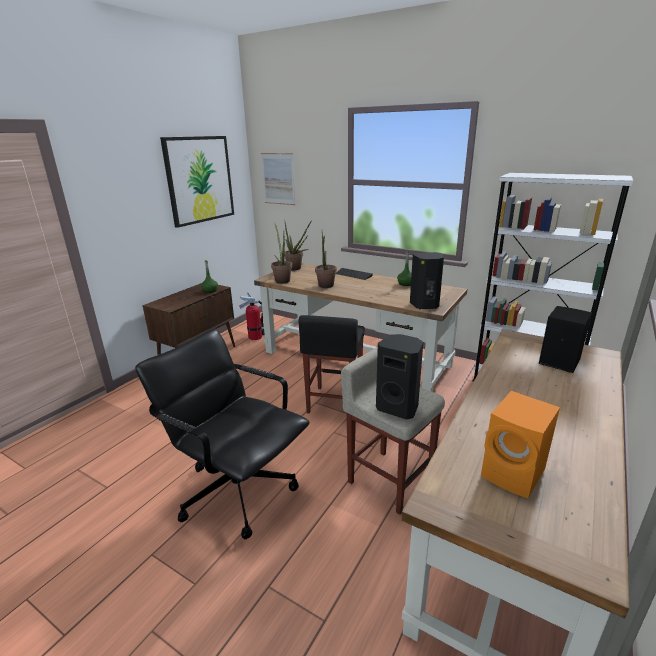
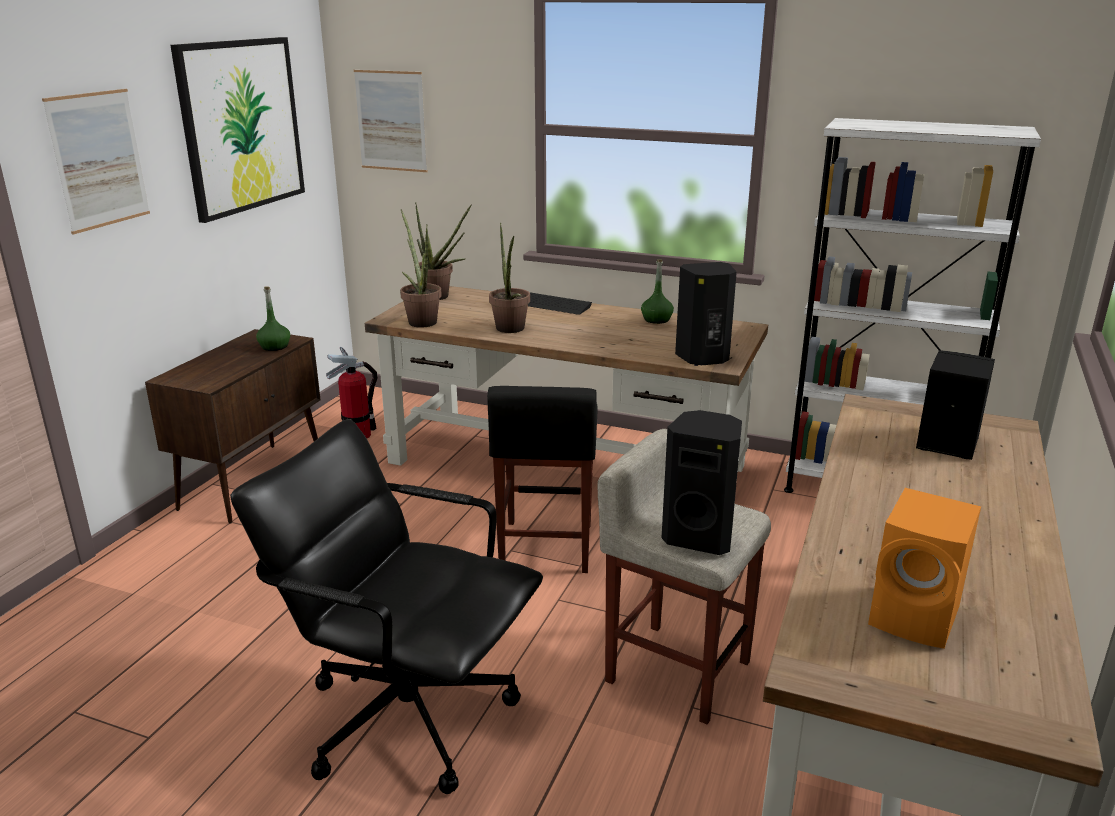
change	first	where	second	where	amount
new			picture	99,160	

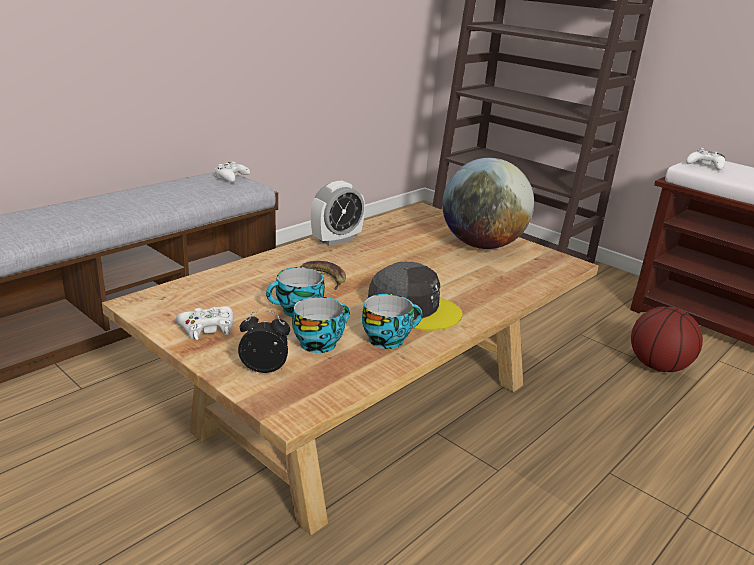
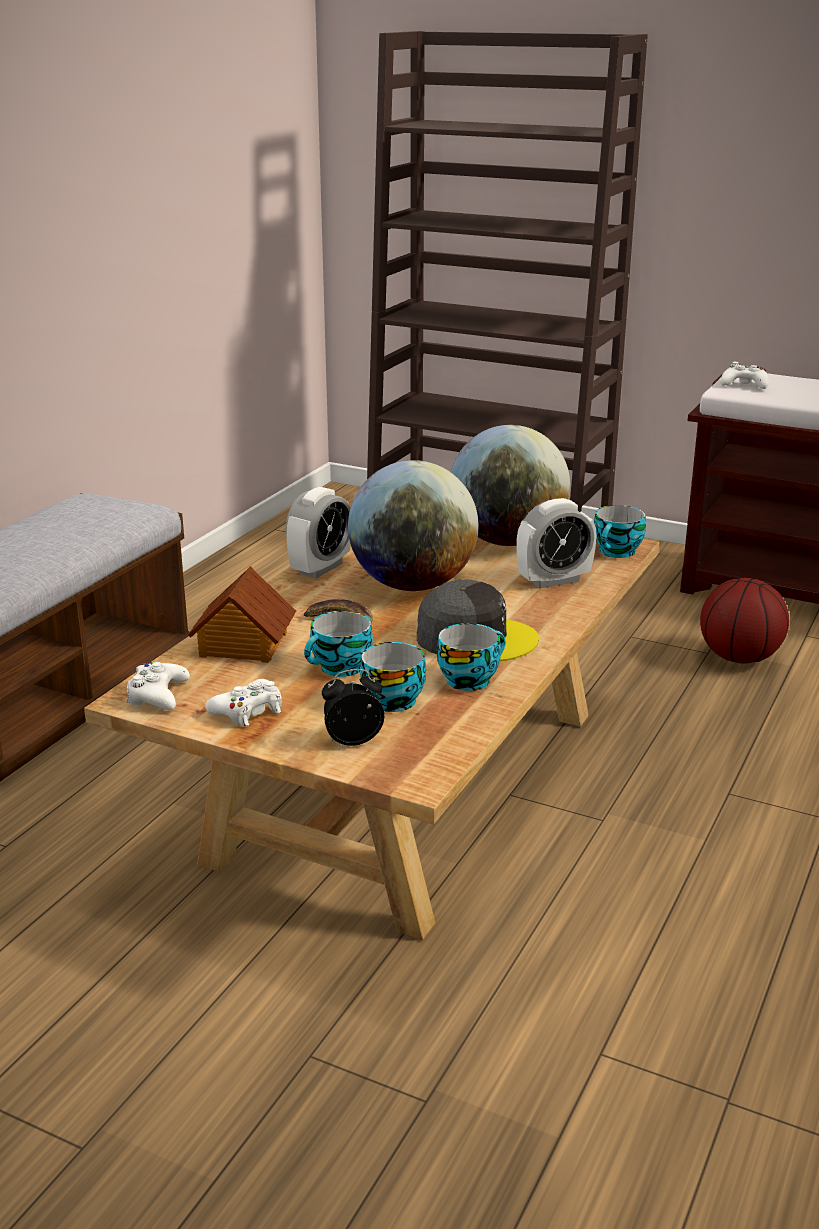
change	first	where	second	where	amount
shifted	white game controller	231,177		157,695	
new			toy house	243,645	
new			globe	413,584	
new			alarm clock	554,580	
new			cup	617,552	

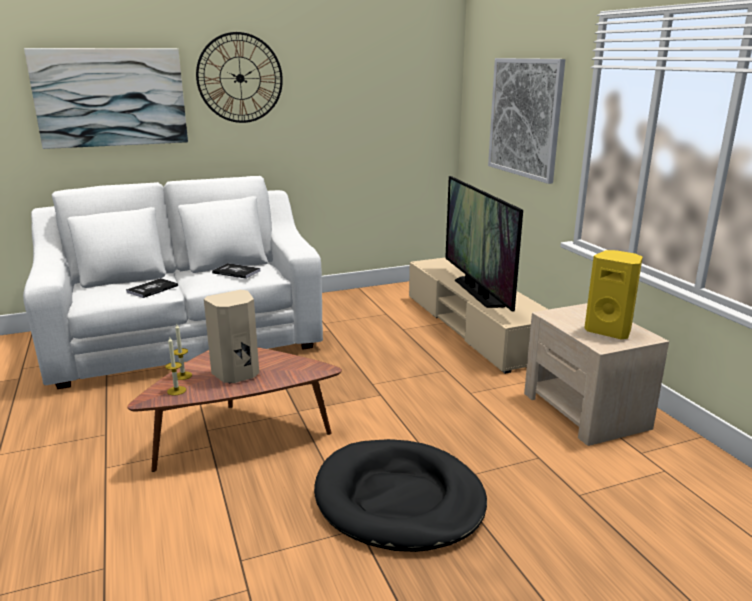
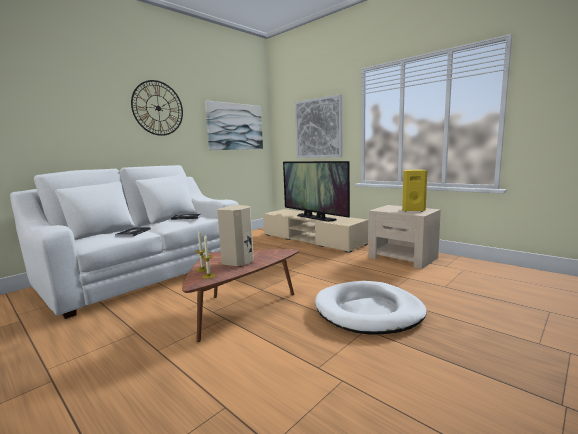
change	first	where	second	where	amount
shifted	picture	111,97		235,126	
repainted	black dog bed	399,499	white dog bed	368,311	

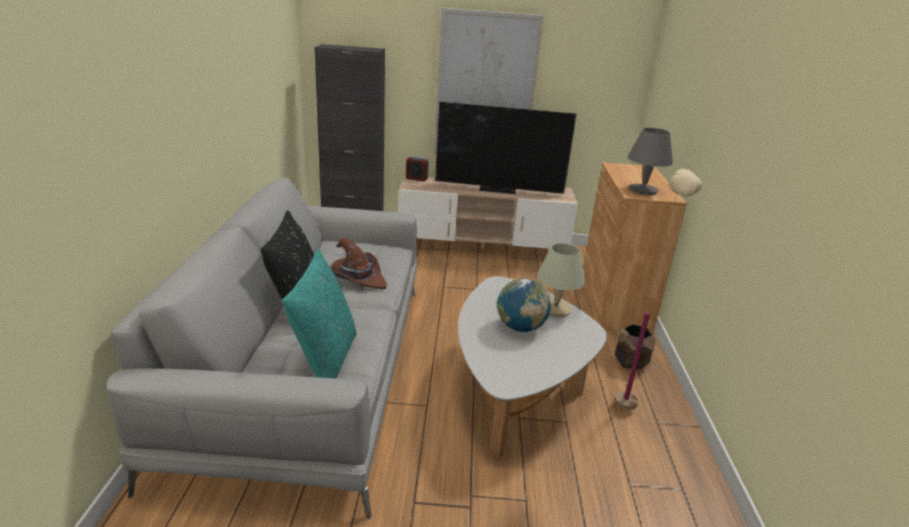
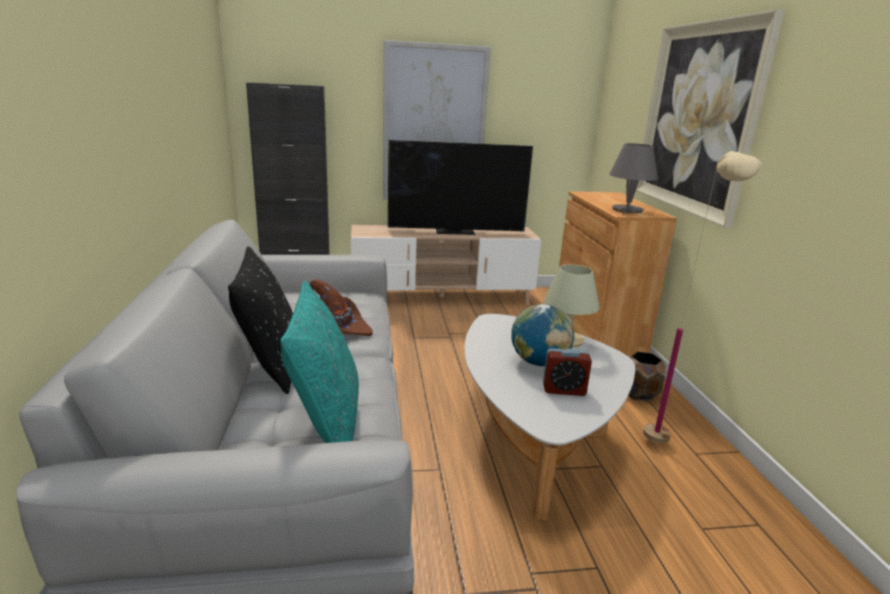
change	first	where	second	where	amount
shifted	alarm clock	416,179		564,390	
new			picture	698,119	

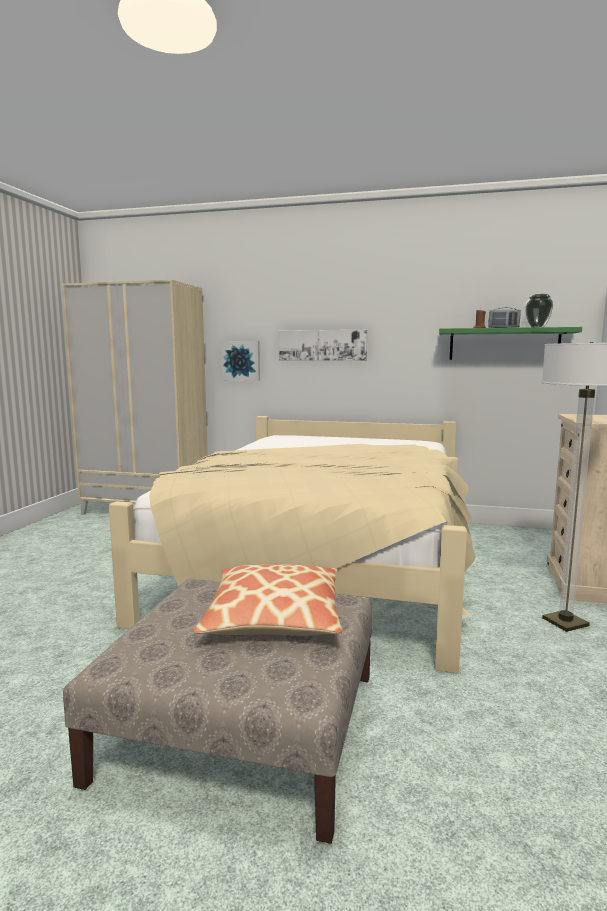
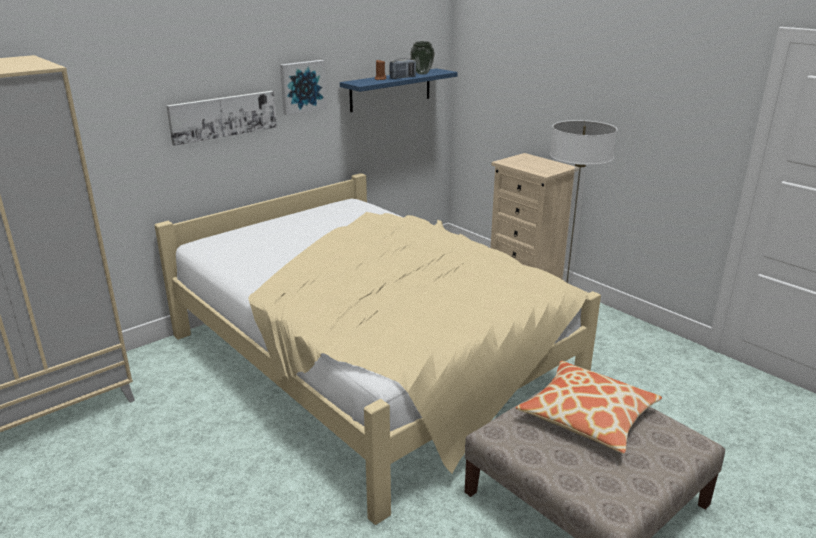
change	first	where	second	where	amount
shifted	picture	241,361		302,86	
repainted	green shelf	504,344	blue shelf	390,90	

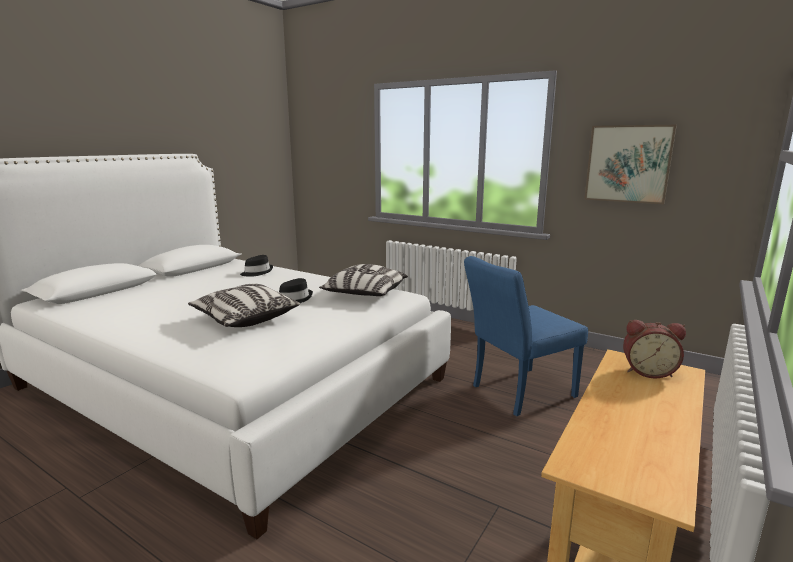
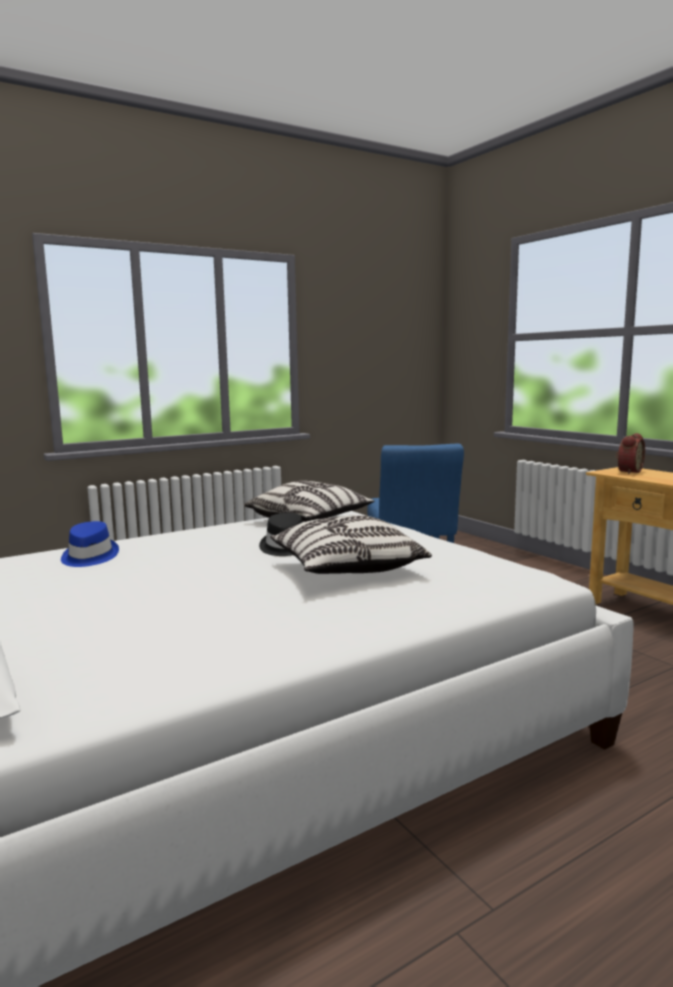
change	first	where	second	where	amount
repainted	black hat	257,272	blue hat	89,557	
gone	picture	628,164			

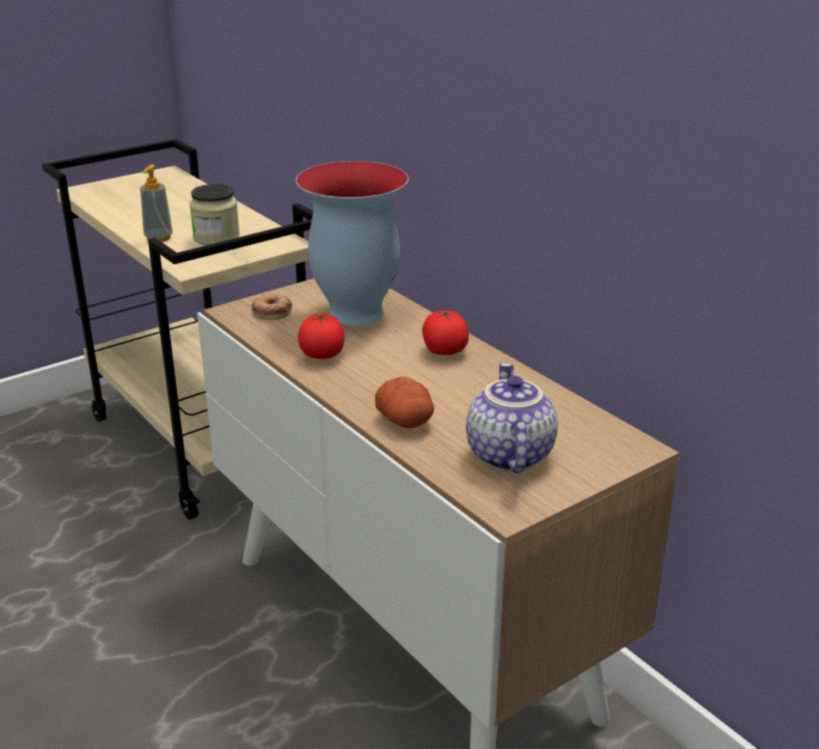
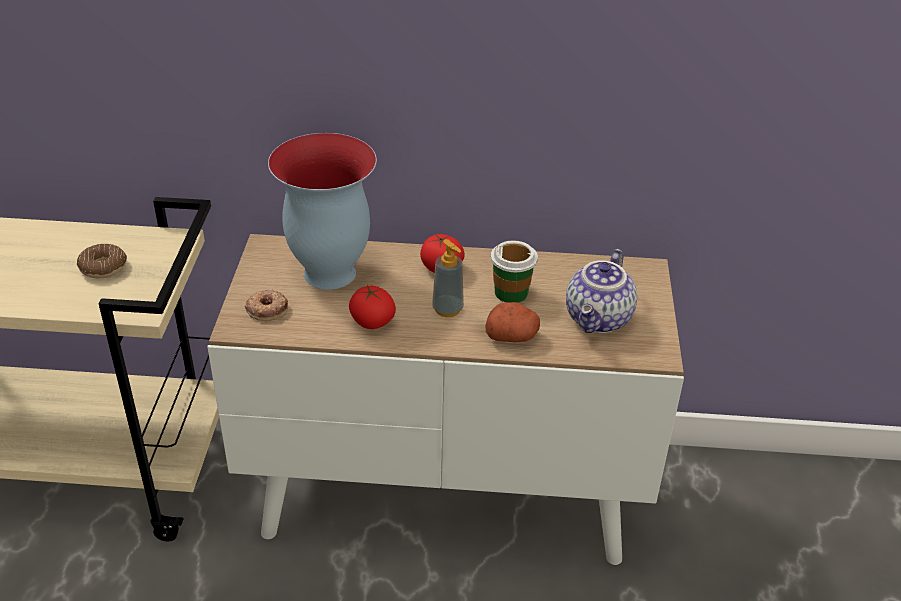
change	first	where	second	where	amount
swapped	jar	216,237	donut	103,267	
shifted	soap dispenser	158,238		448,309	
new			cup	511,292	
rotated	teapot	507,454		599,319	105 degrees counterclockwise

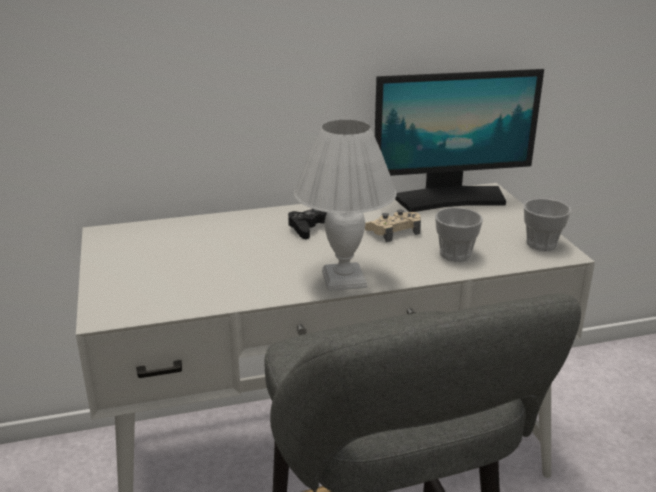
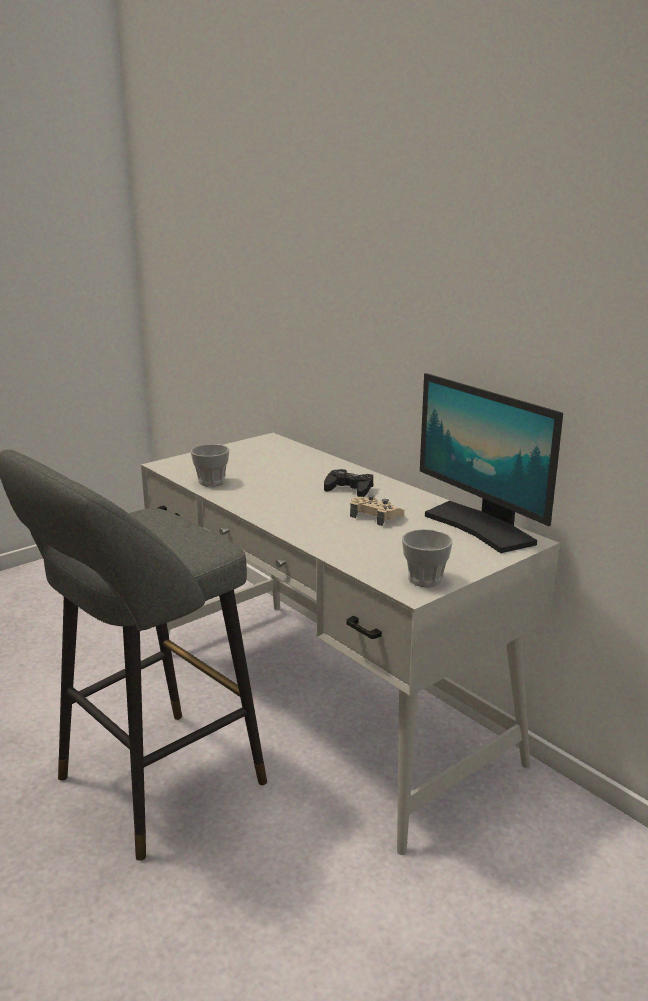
change	first	where	second	where	amount
shifted	cup	455,254		211,482	
gone	white table lamp	343,279			

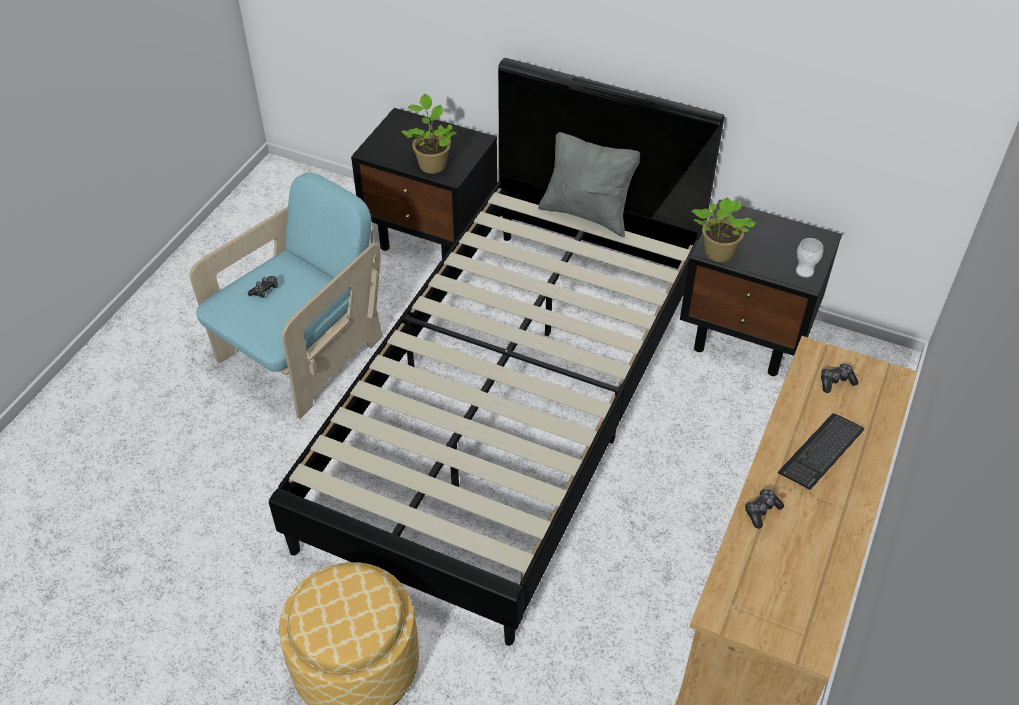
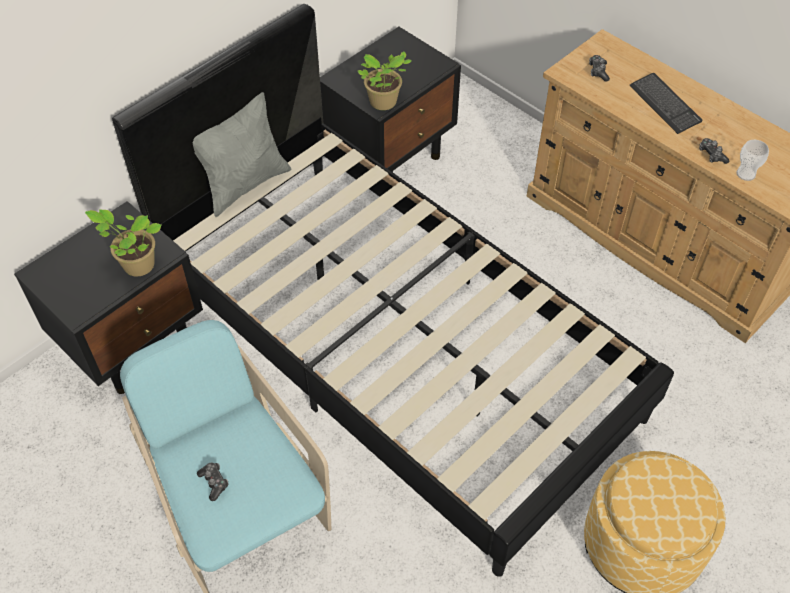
change	first	where	second	where	amount
shifted	cup	804,271		745,174	

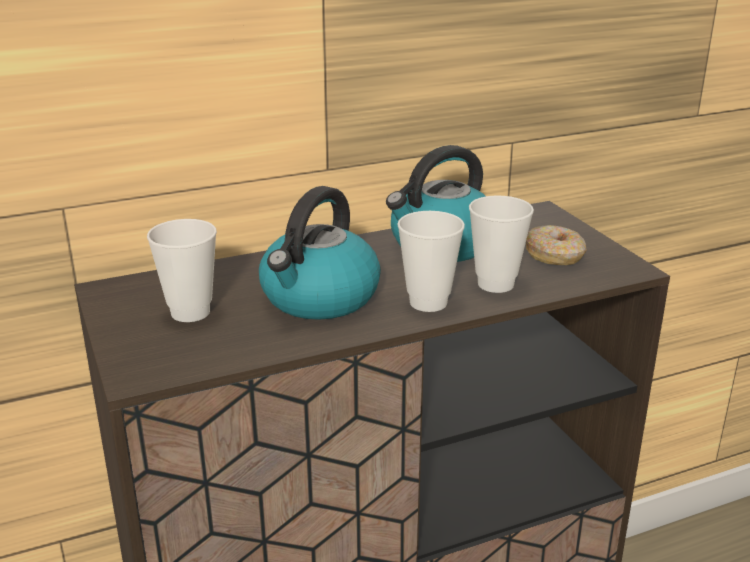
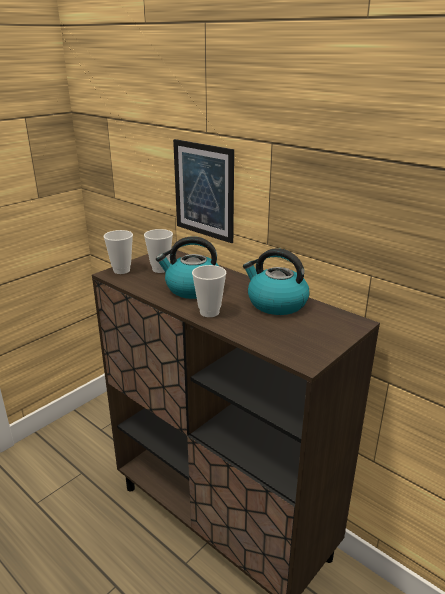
change	first	where	second	where	amount
shifted	cup	495,284		121,270	
new			picture	204,190	
gone	donut	555,255			

